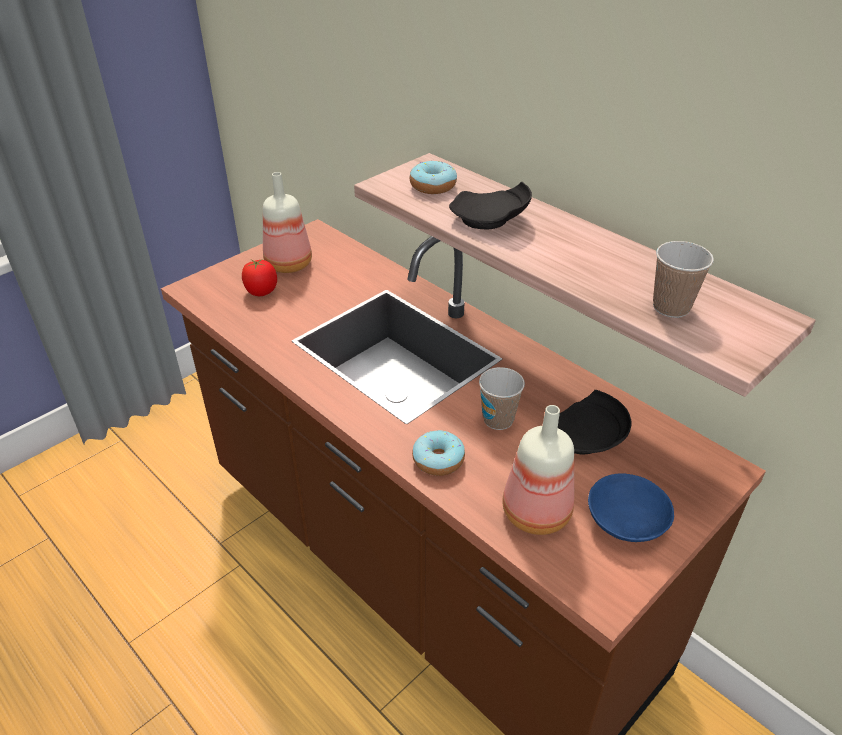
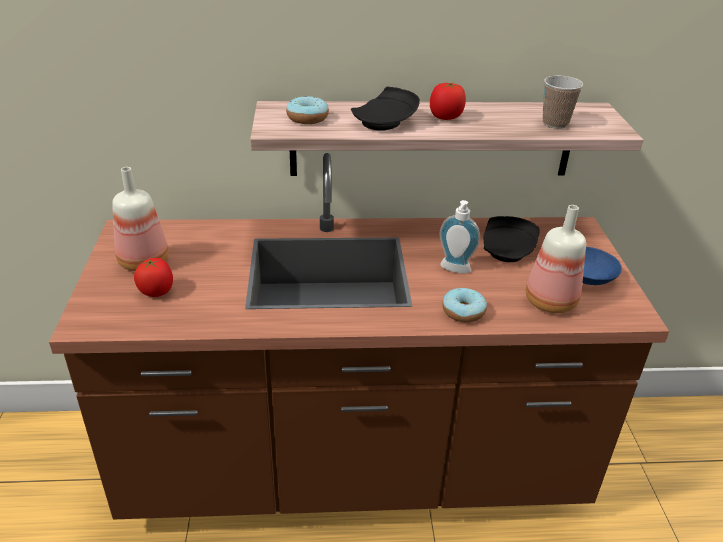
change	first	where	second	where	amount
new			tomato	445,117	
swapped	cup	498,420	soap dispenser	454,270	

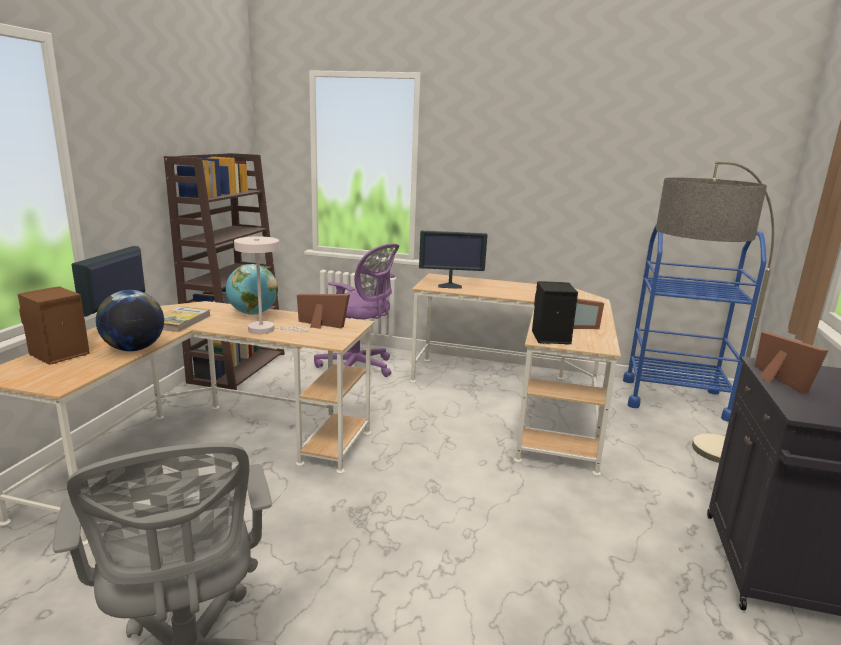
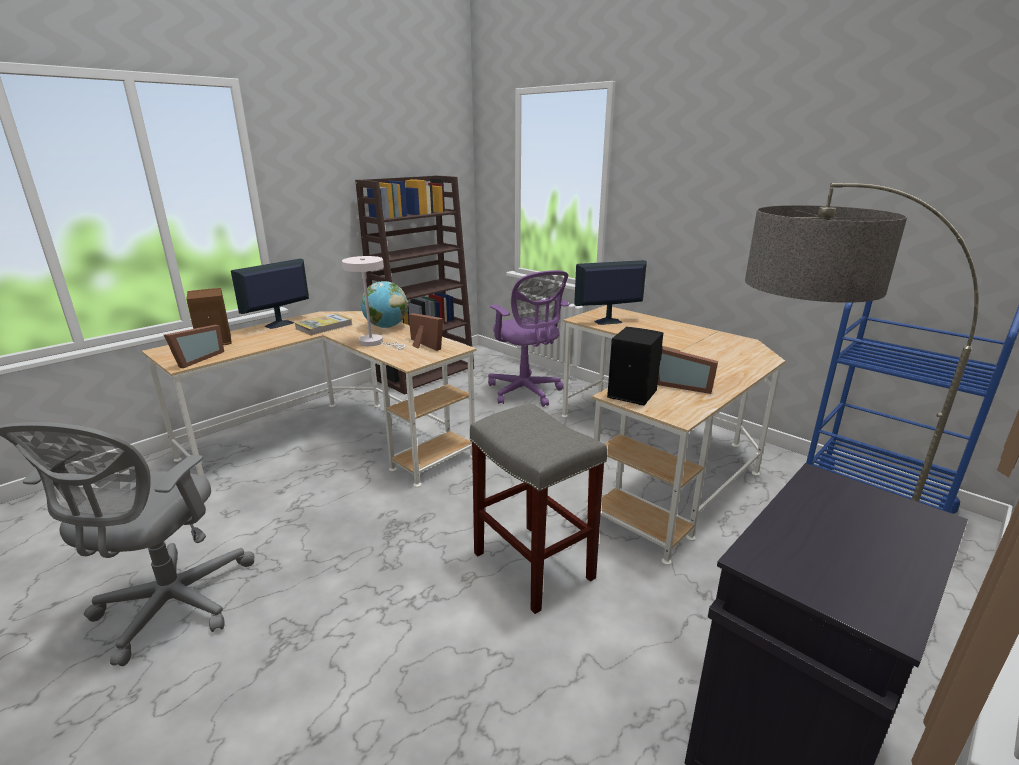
change	first	where	second	where	amount
shifted	picture frame	776,380		196,359	
new			grey stool	531,565	
rotated	monitor	450,286		607,321	135 degrees clockwise
gone	globe	134,349			

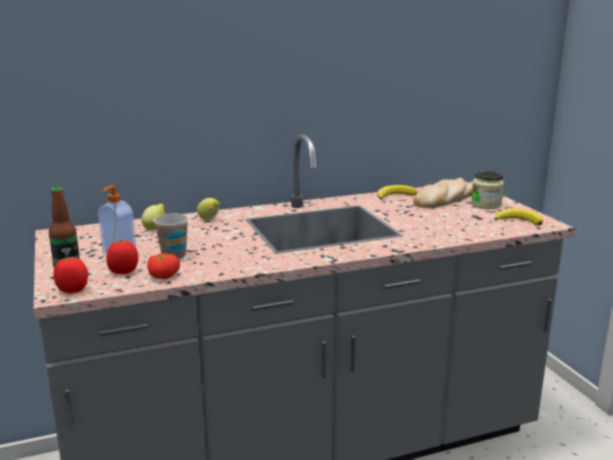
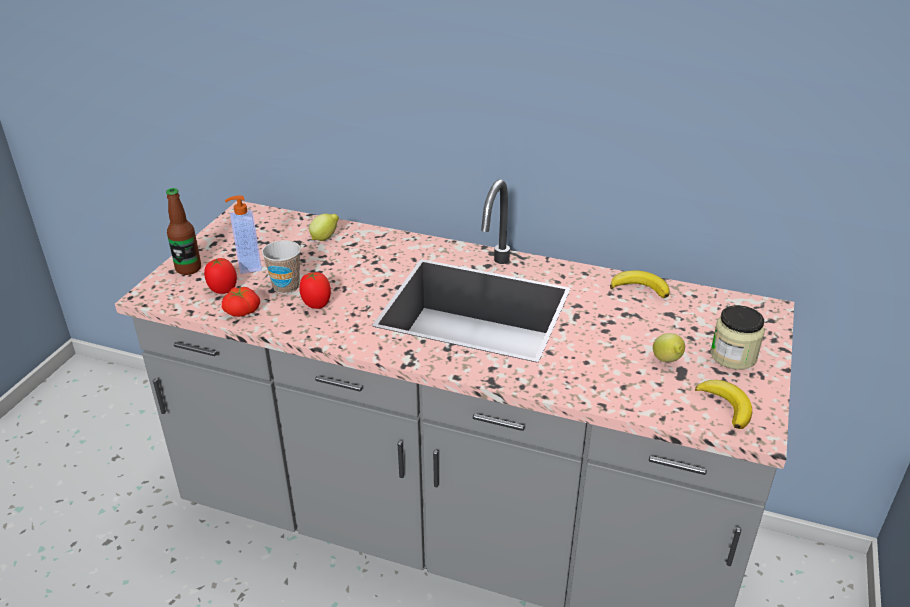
change	first	where	second	where	amount
shifted	tomato	72,290		316,304	
shifted	lemon	209,219		667,361	
gone	bread	444,199			

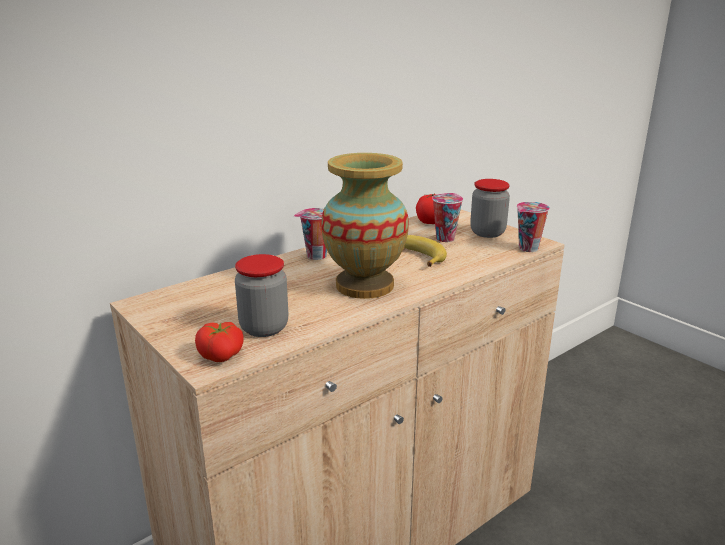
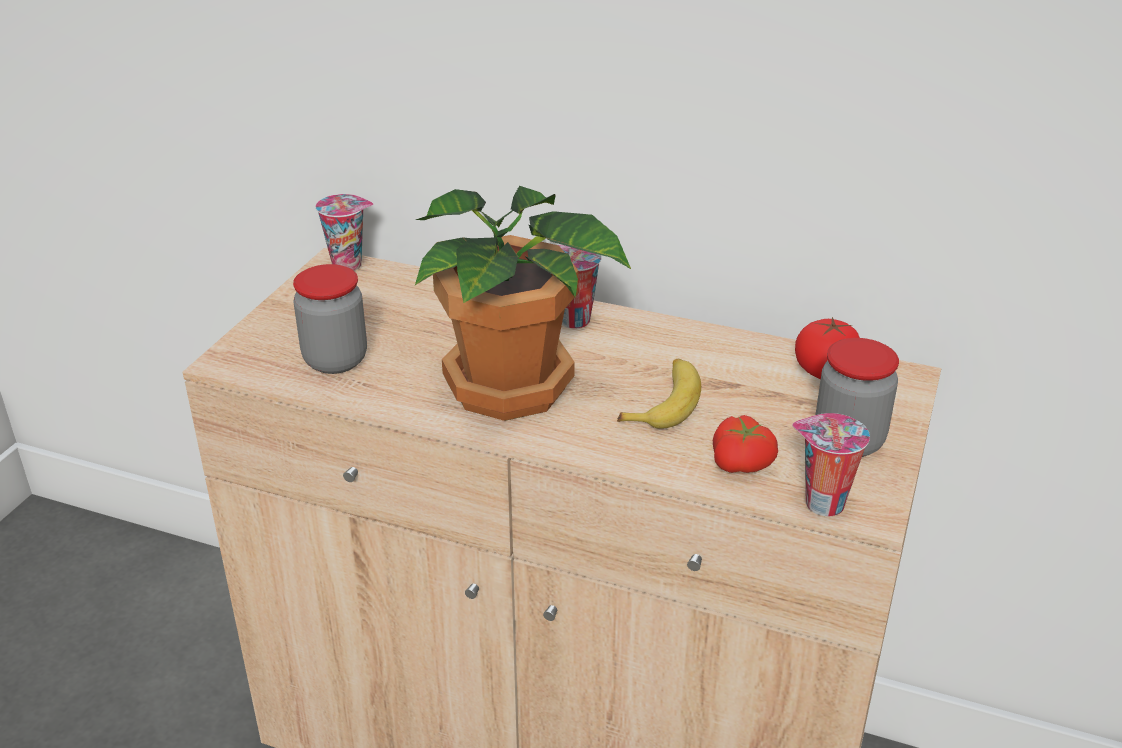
change	first	where	second	where	amount
shifted	cup	445,238		349,264	
swapped	vase	364,285	potted plant	513,389	
shifted	tomato	222,355		743,463	

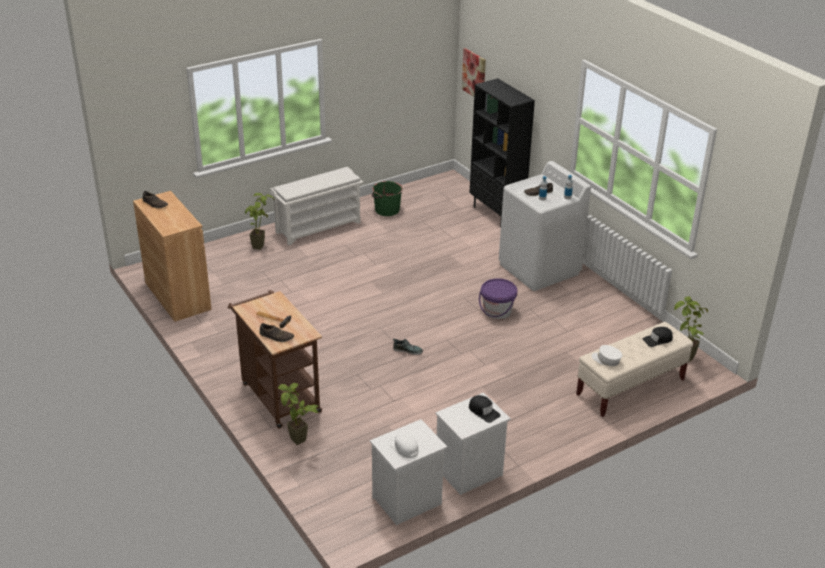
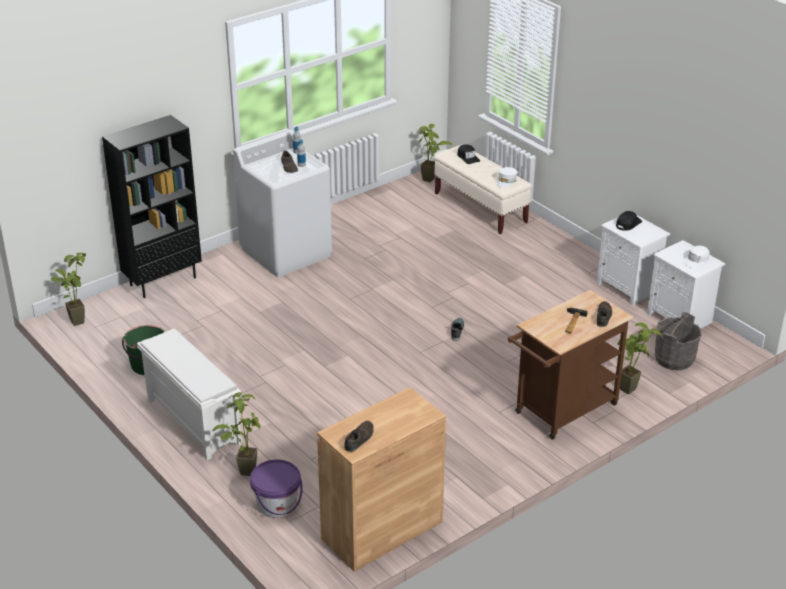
change	first	where	second	where	amount
new			potted plant	77,318	
shifted	purple bucket	497,311		277,504	
new			grey bucket	674,359	
gone	picture	474,74			

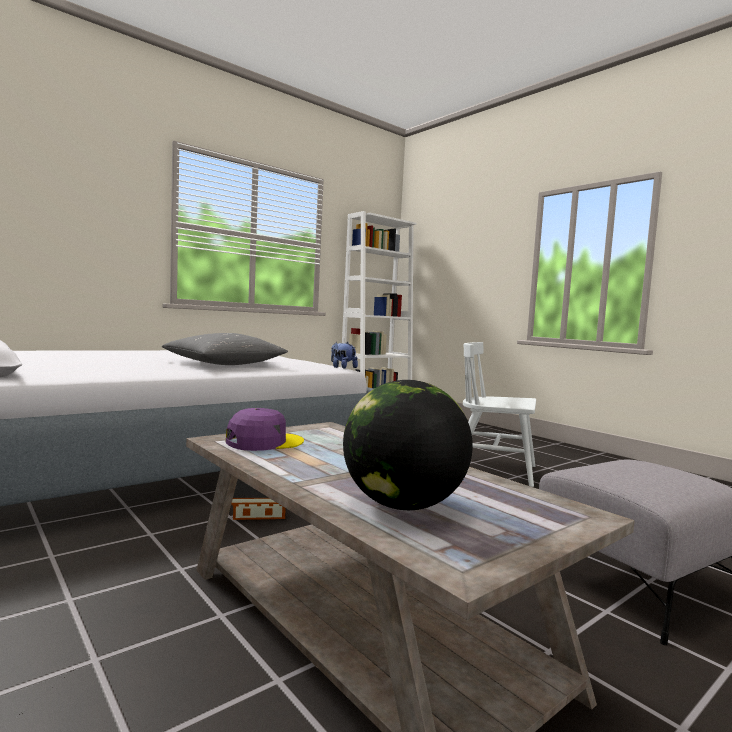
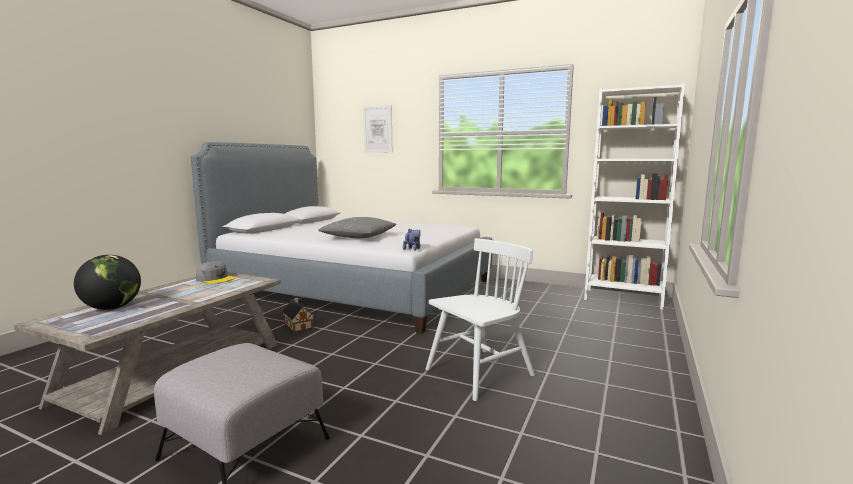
change	first	where	second	where	amount
repainted	purple cap	264,442	grey cap	215,279	
new			picture	378,129	
rotated	white chair	493,470		479,373	60 degrees clockwise

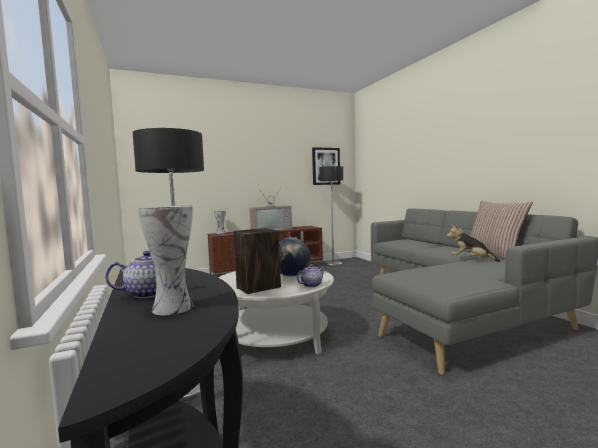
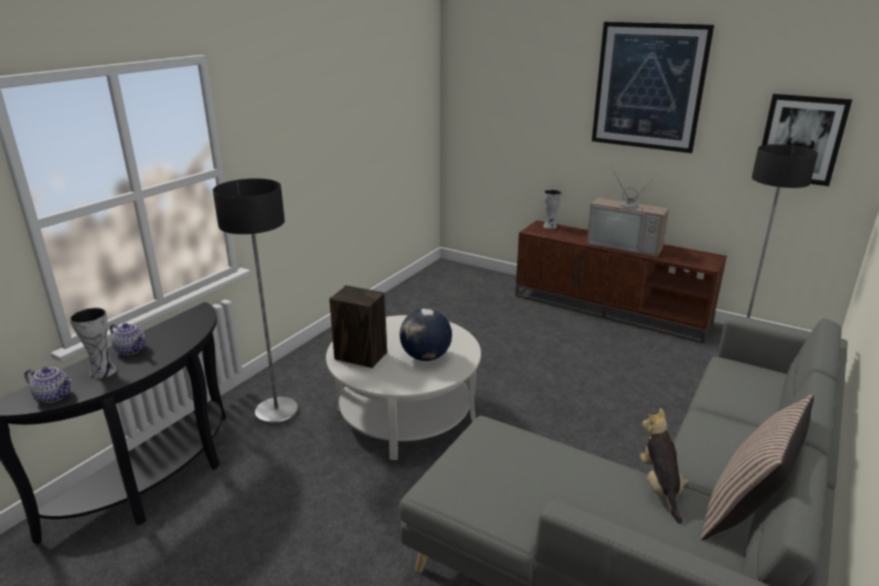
change	first	where	second	where	amount
shifted	teapot	311,285		54,396	
new			picture	648,87	

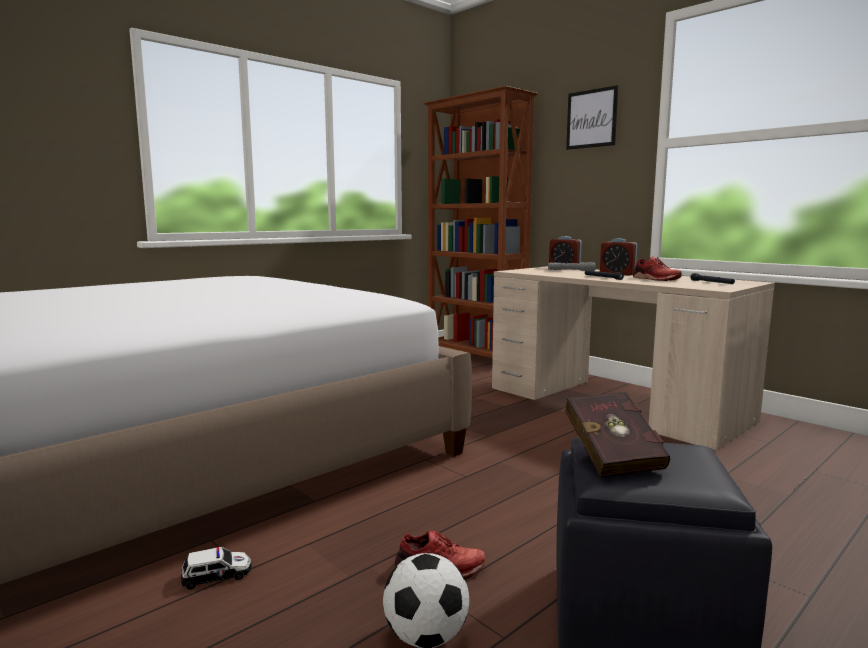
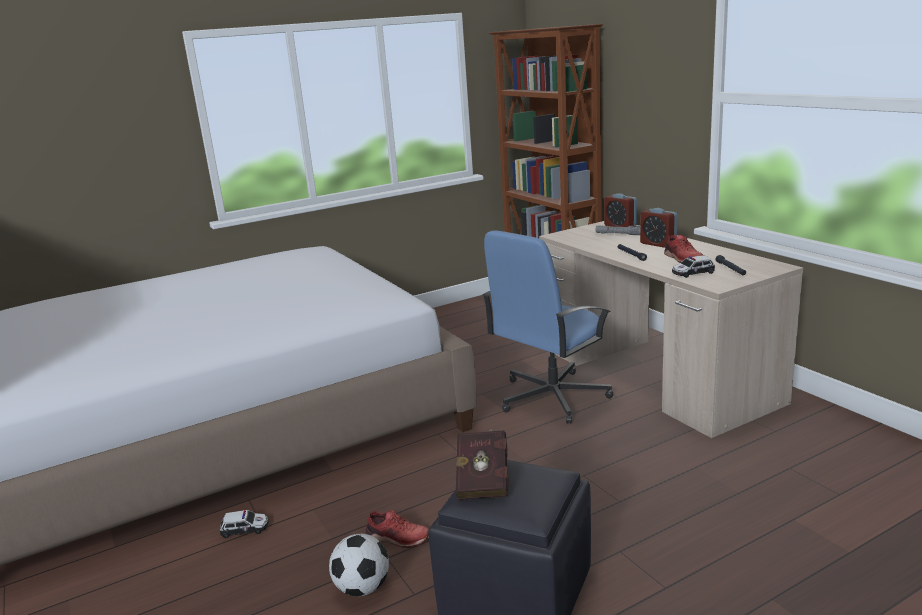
change	first	where	second	where	amount
new			blue office chair	551,397	
new			toy car	692,273	
gone	picture	591,118			

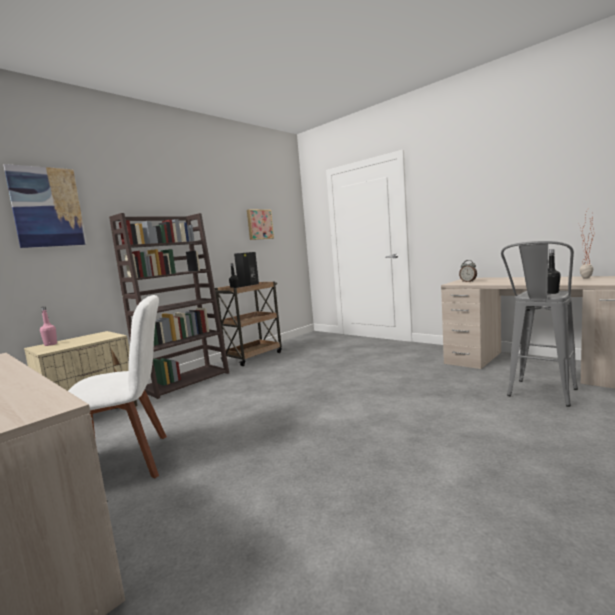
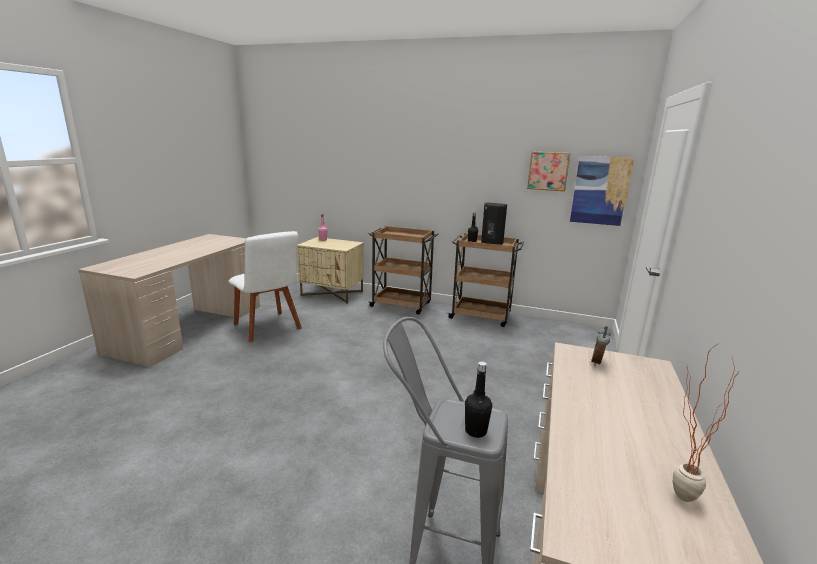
change	first	where	second	where	amount
swapped	brown bookcase	185,381	brown cart	402,305	
shifted	picture	47,207		600,190	

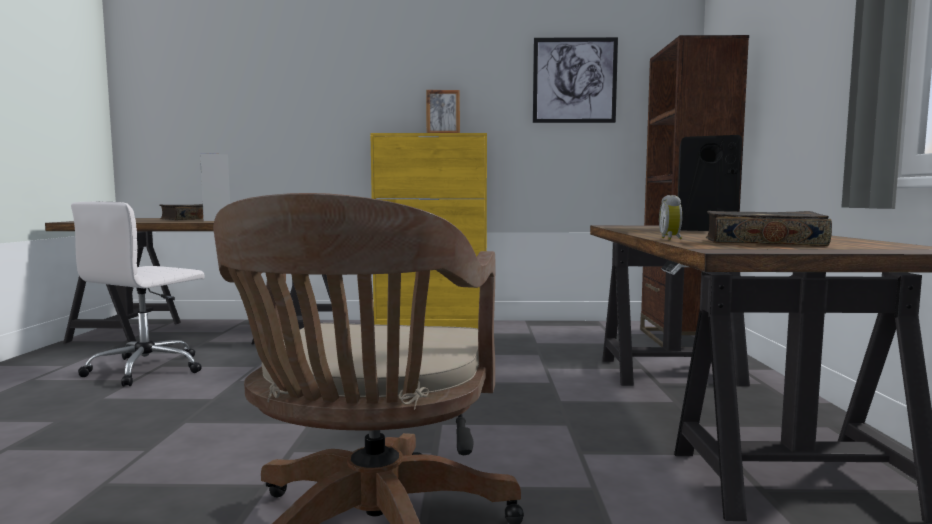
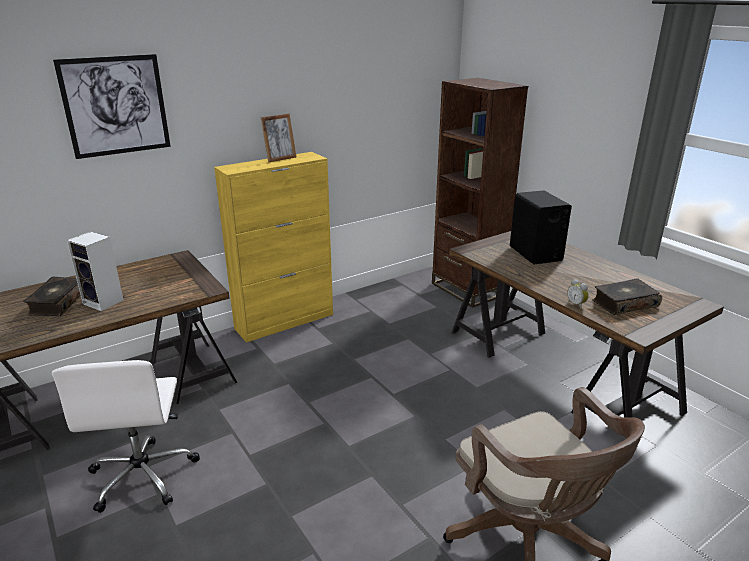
change	first	where	second	where	amount
shifted	picture	574,80		115,106	

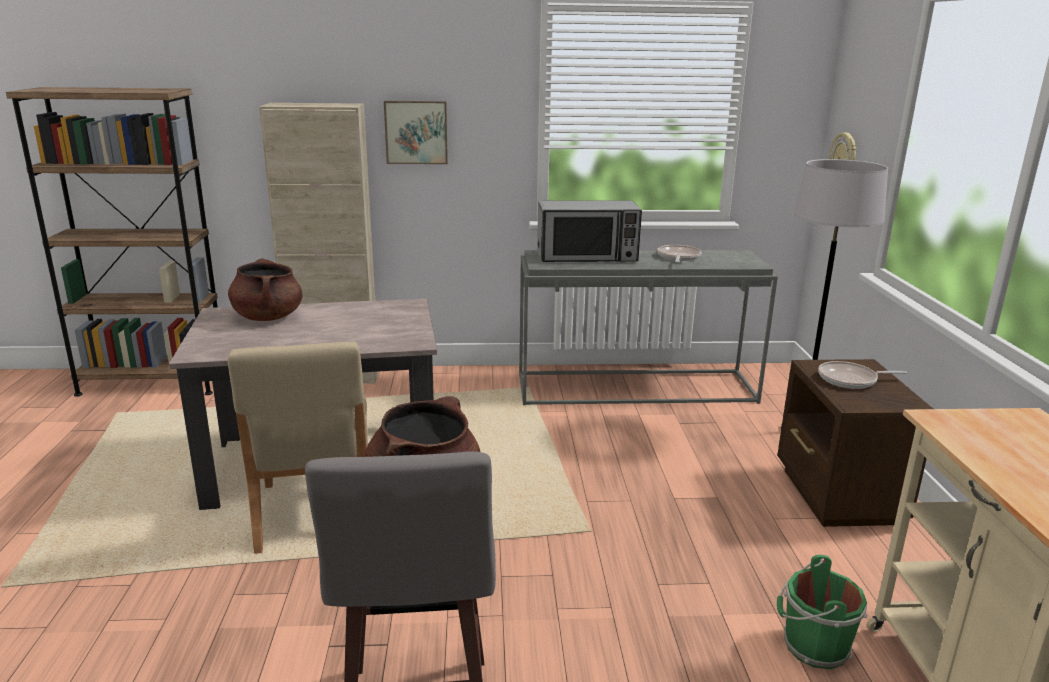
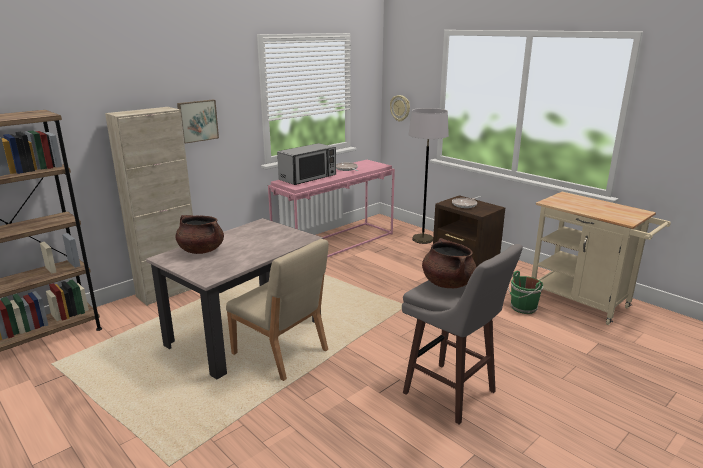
change	first	where	second	where	amount
repainted	grey console table	636,388	pink console table	335,244	

